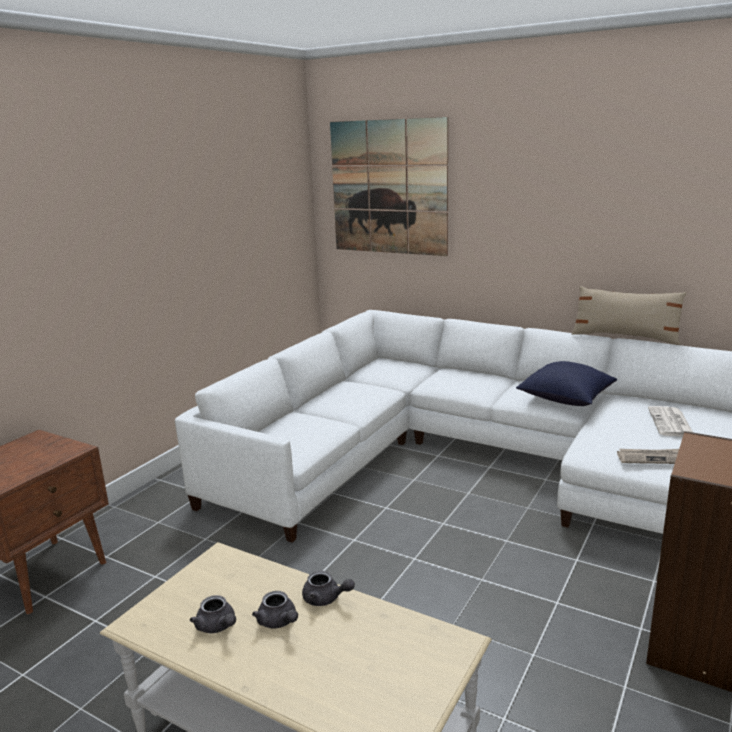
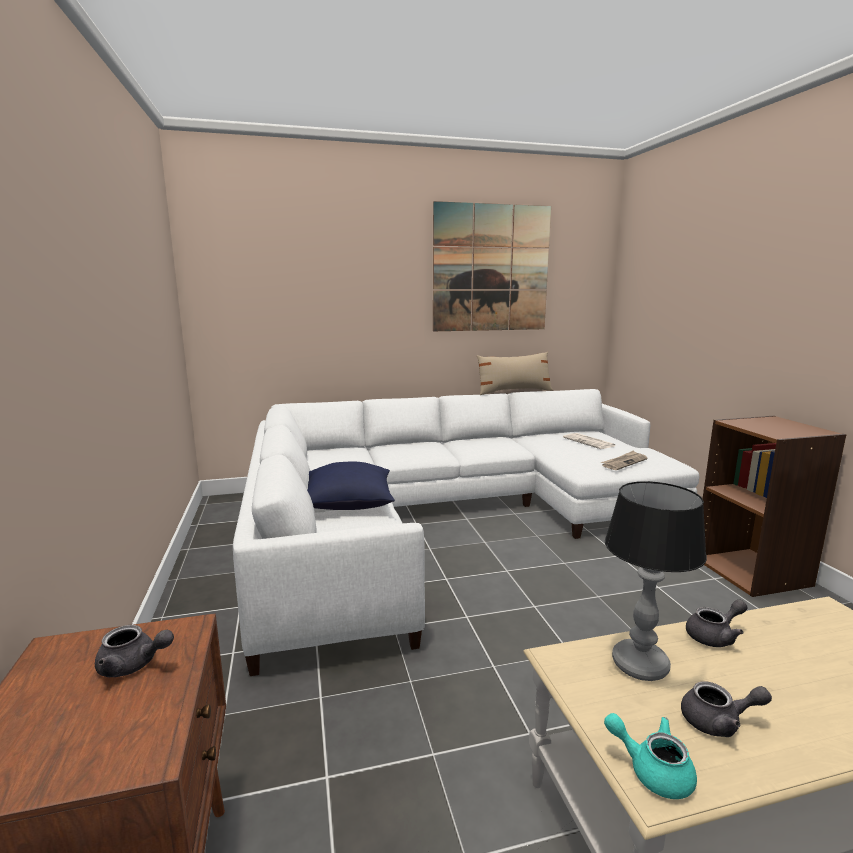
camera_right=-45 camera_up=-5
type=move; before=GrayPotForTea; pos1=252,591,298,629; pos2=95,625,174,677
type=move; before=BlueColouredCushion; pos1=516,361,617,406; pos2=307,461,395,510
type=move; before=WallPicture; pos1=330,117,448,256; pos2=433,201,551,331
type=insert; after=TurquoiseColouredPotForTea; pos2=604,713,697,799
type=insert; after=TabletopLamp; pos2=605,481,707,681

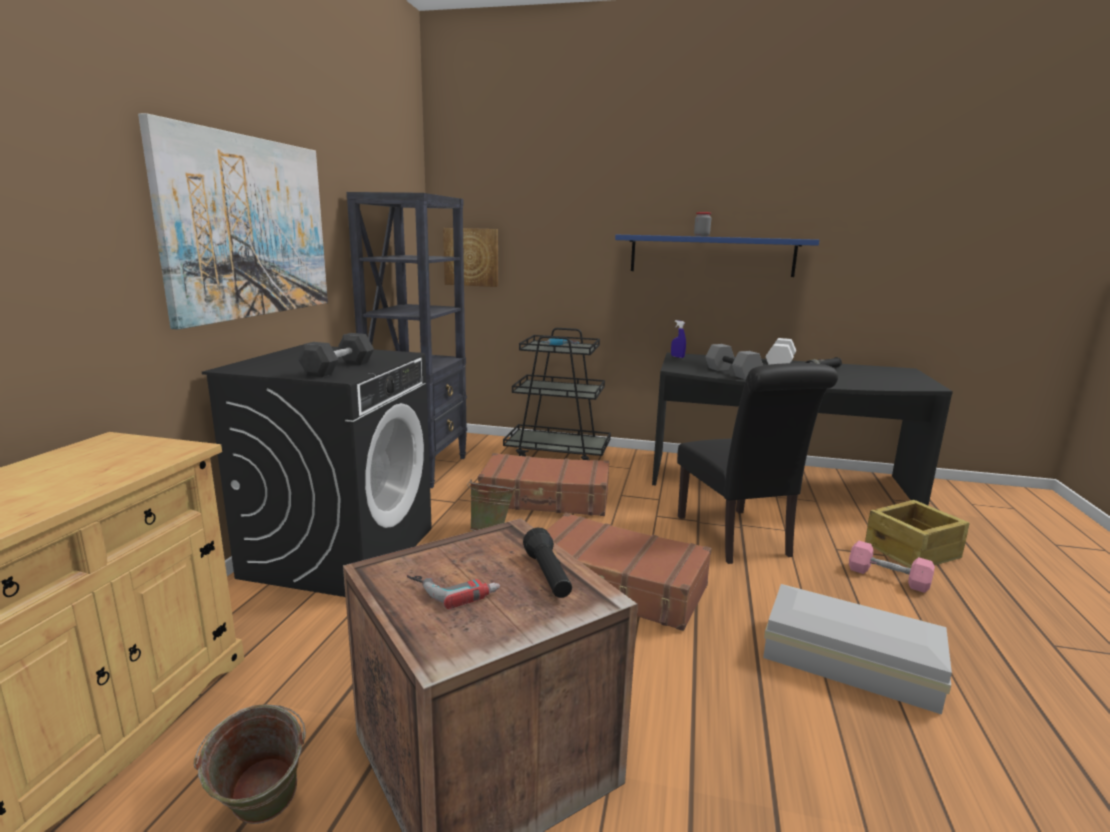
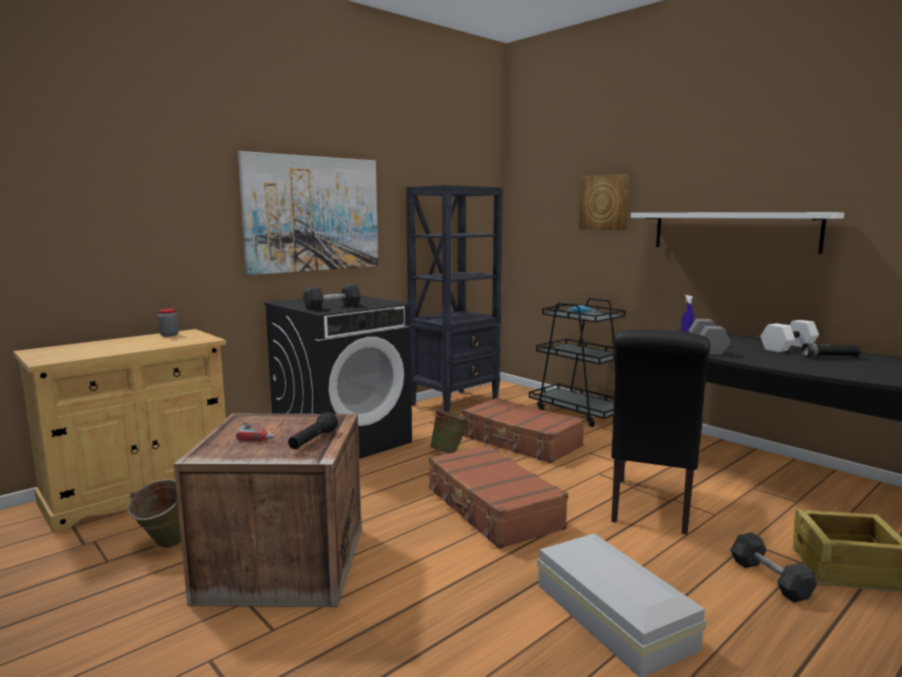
camera_right=35 camera_up=-5
type=move; before=PreserveJar; pos1=694,212,711,236; pos2=158,309,179,337
type=move; before=WallPicture; pos1=443,228,498,287; pos2=579,174,629,230
type=recolor; before=BlueColouredWallShelf; after=WhiteWallShelf; pos1=615,235,819,277; pos2=631,212,844,254
type=recolor; before=PinkFreeWeight; after=GrayFreeWeight; pos1=849,541,935,593; pos2=730,532,817,603

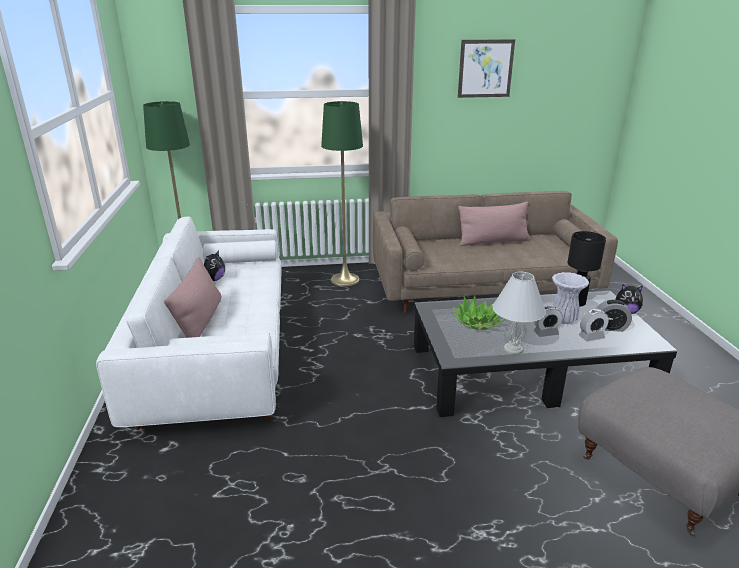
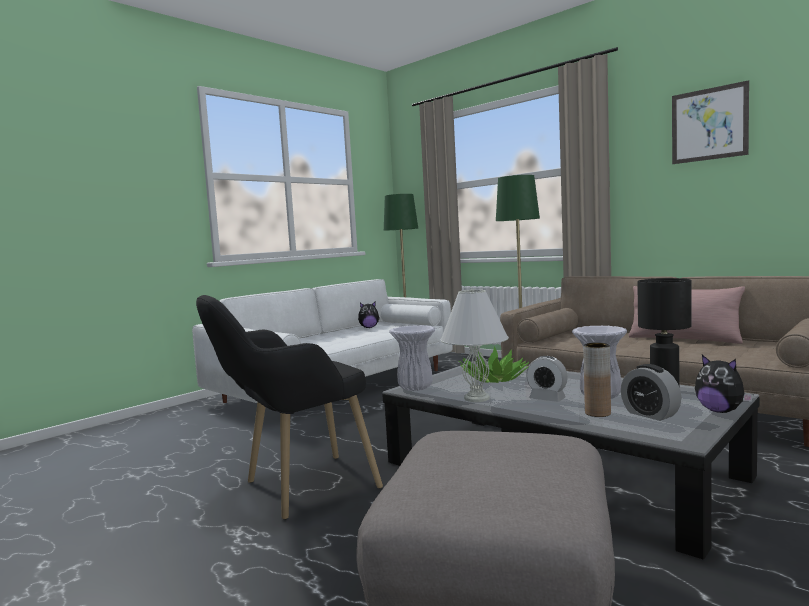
camera_right=50 camera_up=-20
type=insert; after=BlackColouredEasyChair; pos2=196,295,383,520
type=insert; after=WhiteFlowerVase; pos2=389,325,435,391
type=replace; before=TableClock; after=BrownFlowerVase; pos1=579,309,609,341; pos2=583,343,611,417
type=delete; before=PinkCushion; pos1=164,257,221,338

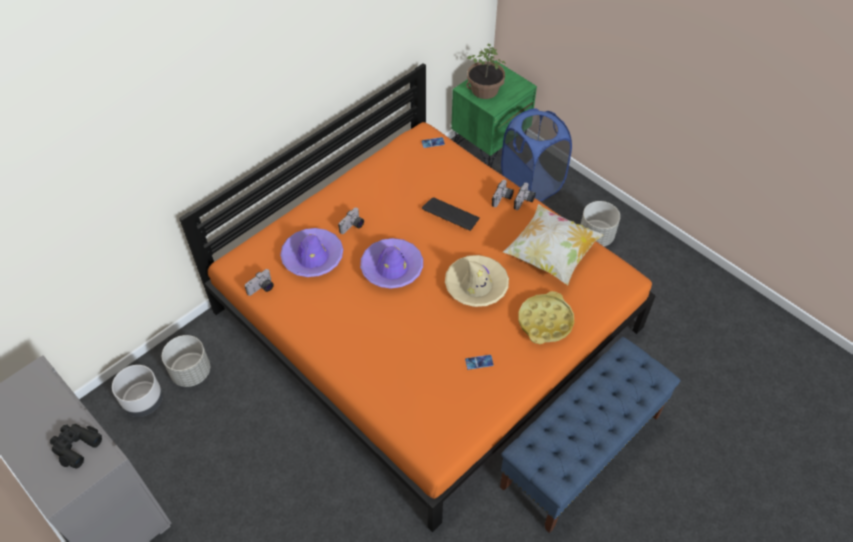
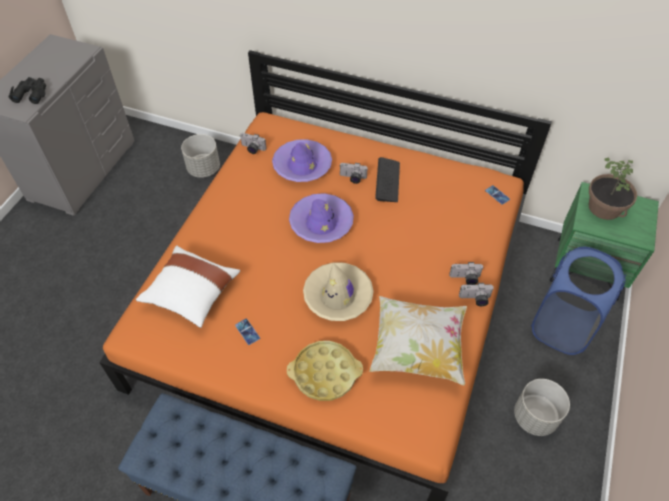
camera_right=65 camera_up=0
type=insert; after=WhiteCushion; pos2=136,245,240,328
type=move; before=ComputerKeyboard; pos1=422,197,480,231; pos2=375,157,400,202
type=delete; before=GrayPlantPot; pos1=112,365,163,417

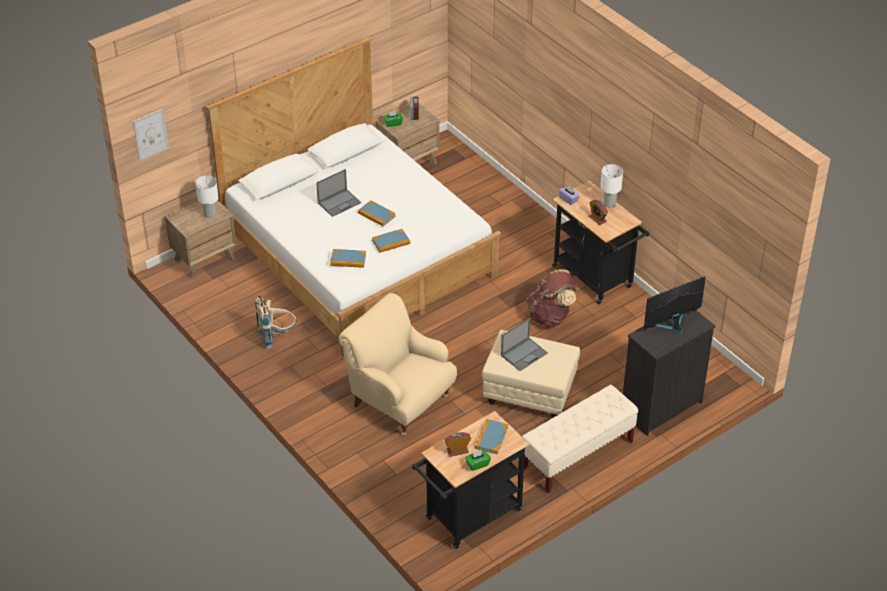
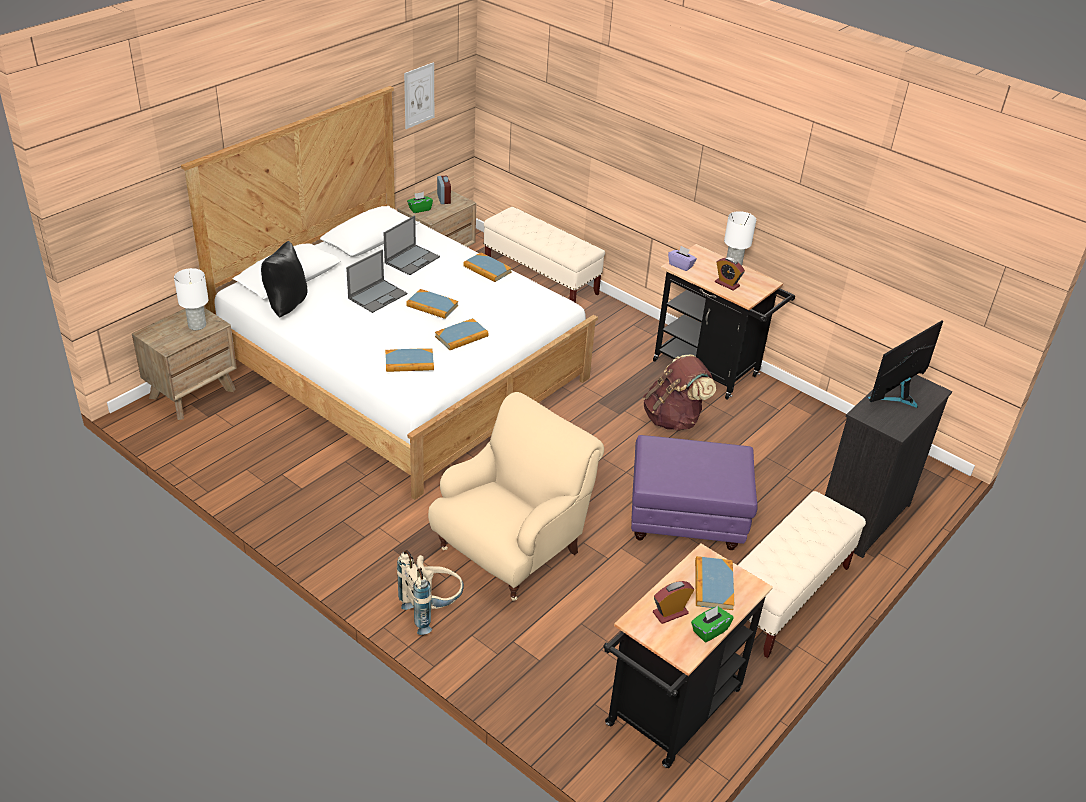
camera_right=-15 camera_up=-5
type=insert; after=BlackColouredCushion; pos2=261,241,307,317
type=move; before=Laptop; pos1=501,318,548,371; pos2=384,215,440,275
type=move; before=BeigeRucksack; pos1=255,296,297,349; pos2=397,550,464,635
type=move; before=WallPicture; pos1=133,109,169,161; pos2=404,62,434,129
type=rotate; before=BeigeEasyChair; pos1=339,293,457,435; pos2=428,392,604,601; turn=105
type=insert; after=BoundBook; pos2=463,252,512,282
type=insert; after=BeigeIndoorBench; pos2=483,207,605,303
type=recolor; before=BeigeOttoman; after=PurpleOttoman; pos1=482,330,580,418; pos2=631,435,758,550

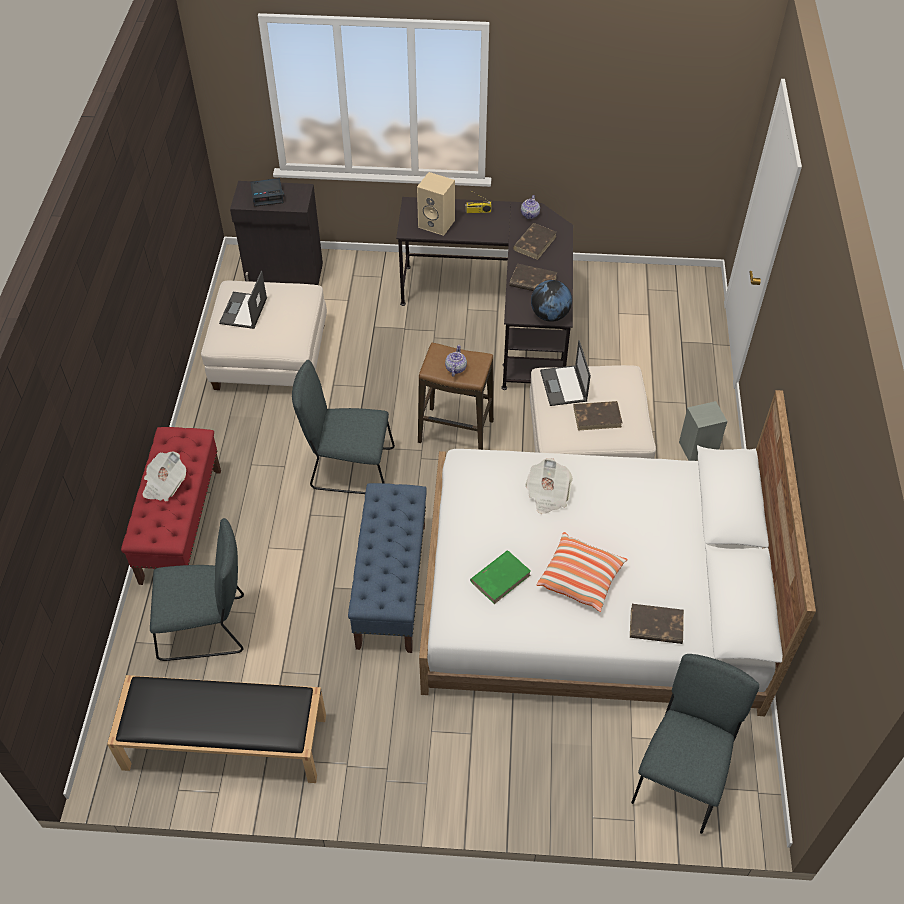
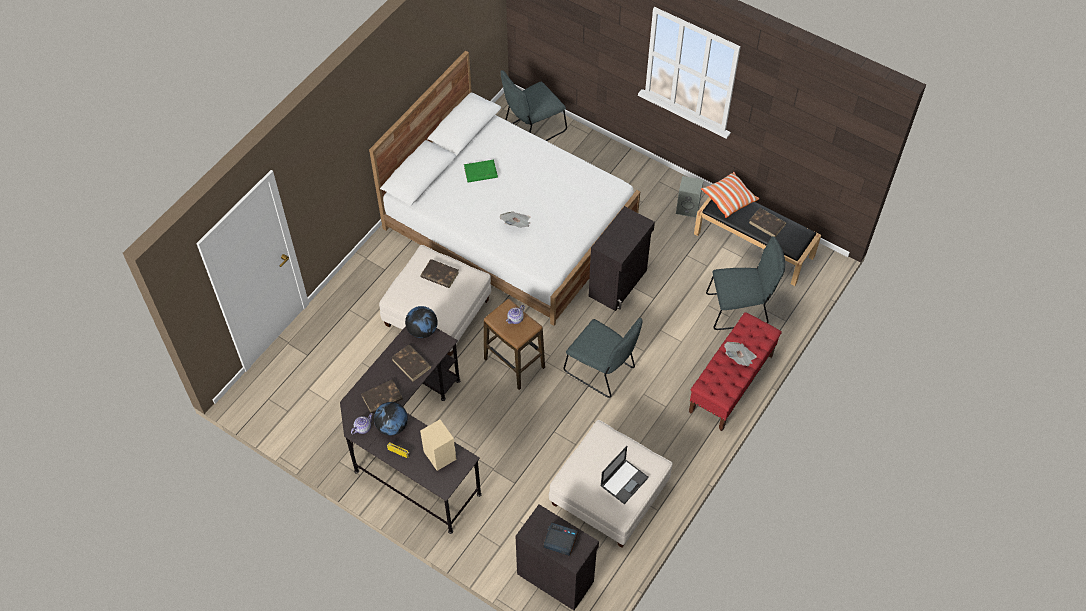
camera_right=-150 camera_up=5
type=insert; after=WorldGlobe; pos2=374,402,408,436
type=move; before=GreenishBoundBook; pos1=470,551,531,604; pos2=464,159,498,183
type=replace; before=BlueColouredIndoorBench; after=BlackColouredCabinet; pos1=348,483,427,653; pos2=589,206,655,311
type=move; before=GrayLoudspeaker; pos1=679,401,727,461; pos2=676,176,704,218
type=move; before=Cushion; pos1=537,532,628,612; pos2=701,172,759,218
type=rotate; before=GrayUprightChair; pos1=150,518,244,661; pos2=706,236,785,330; turn=150
type=move; before=BrownBoundBook; pos1=630,604,684,644; pos2=749,208,786,237
type=delete; before=Laptop; pos1=540,340,591,406

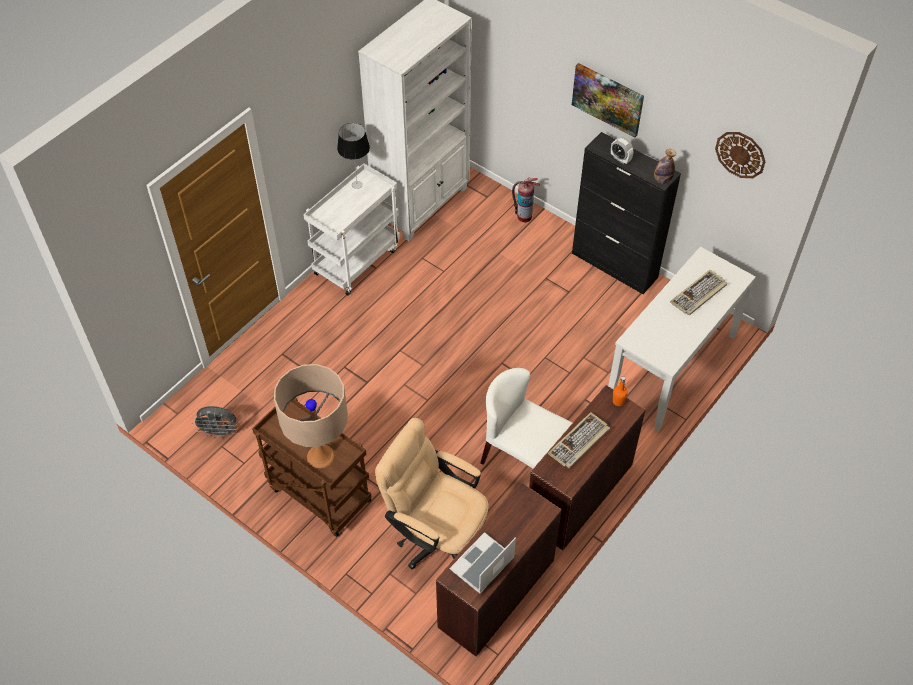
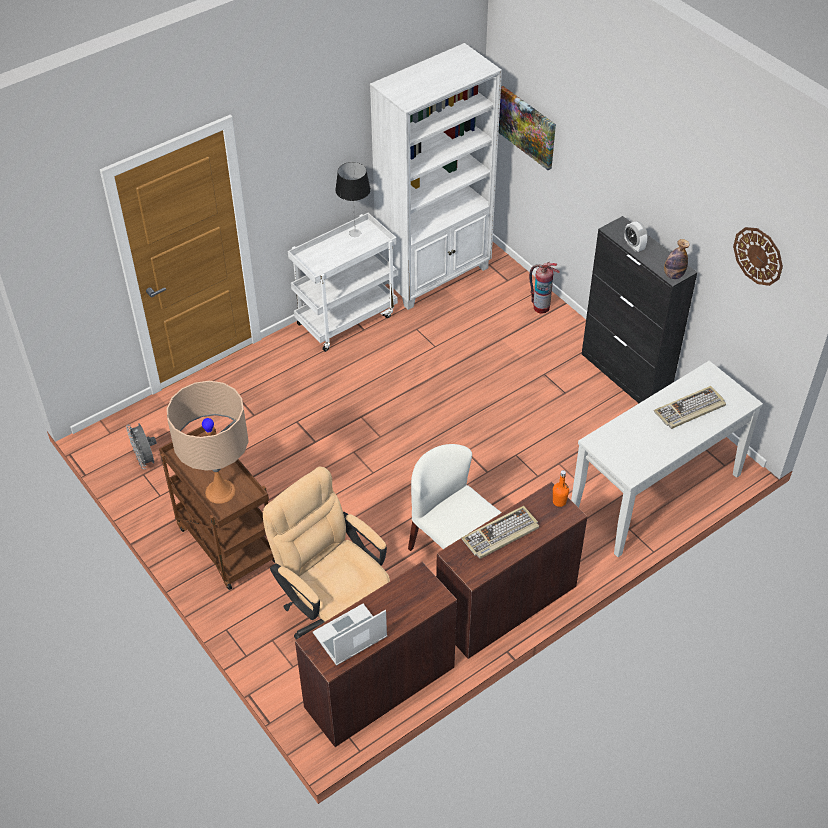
camera_right=15 camera_up=-5
type=rotate; before=GrayElectricFan; pos1=192,406,238,438; pos2=126,423,157,469; turn=45
type=move; before=WallPicture; pos1=572,63,644,138; pos2=499,86,556,170

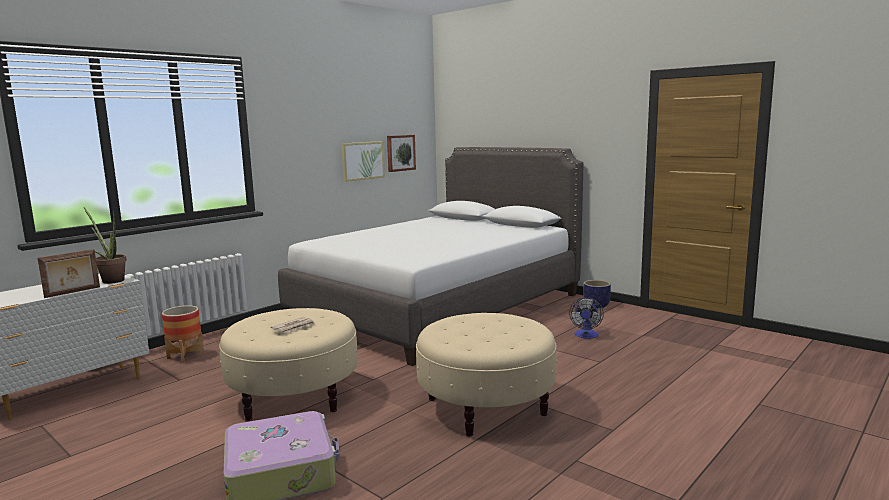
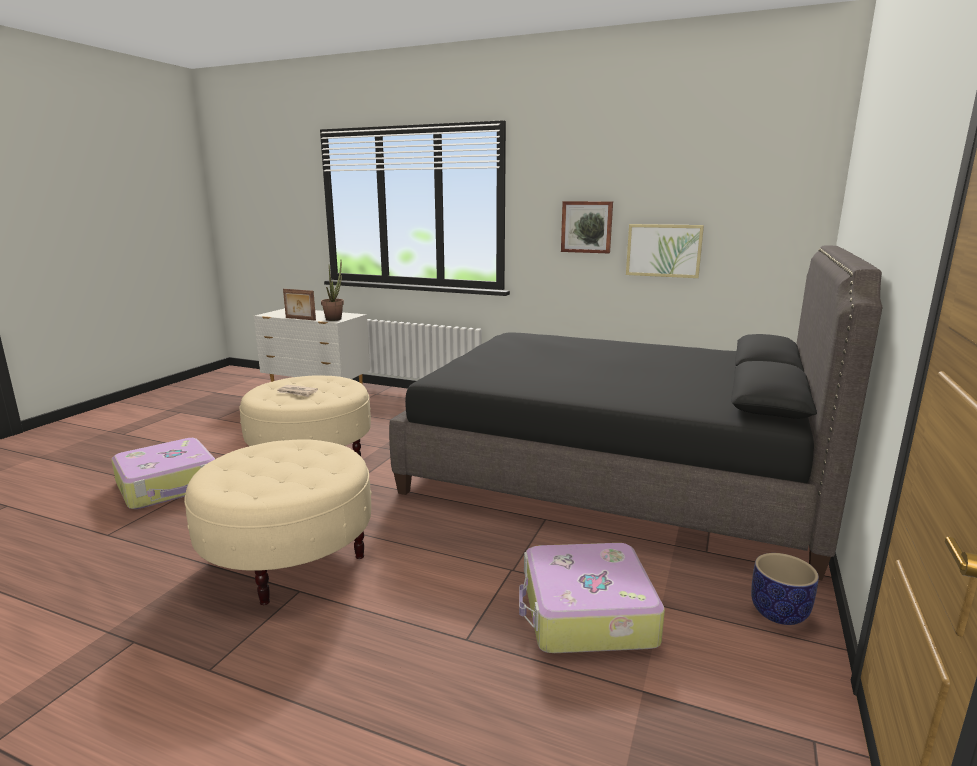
camera_right=70 camera_up=5
type=recolor; before=WhiteBed; after=BlackColouredBed; pos1=278,147,584,366; pos2=389,245,883,580
type=replace; before=ElectricFan; after=Suitcase; pos1=569,297,604,339; pos2=519,543,665,653
type=move; before=WallPicture; pos1=387,135,416,172; pos2=561,201,613,253
type=delete; before=PlantPot; pos1=162,305,204,363

